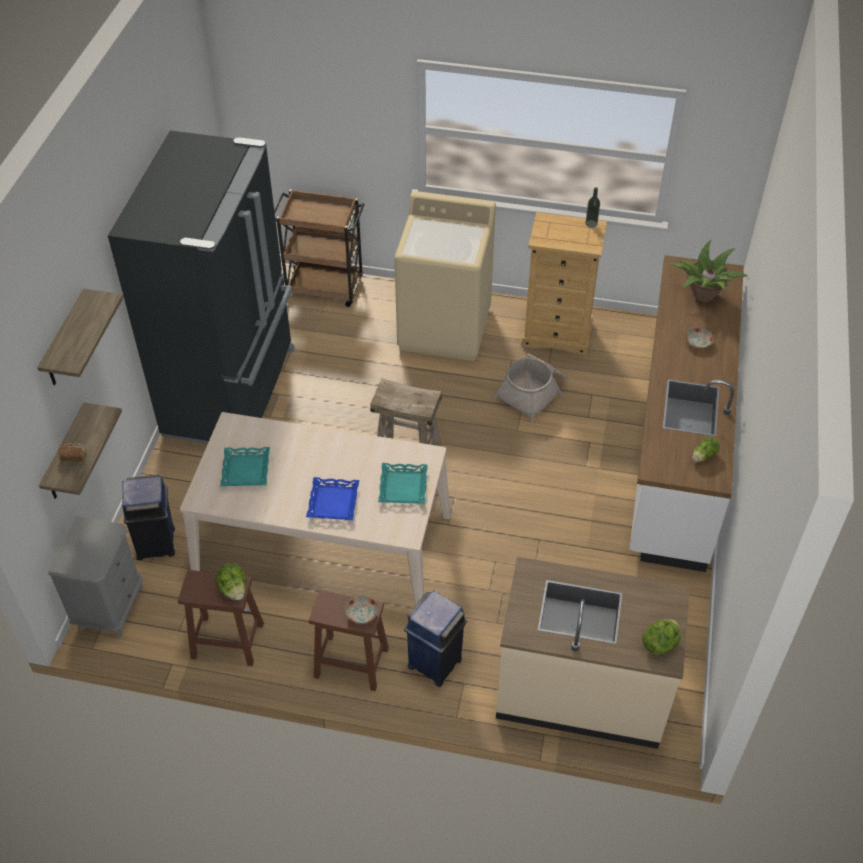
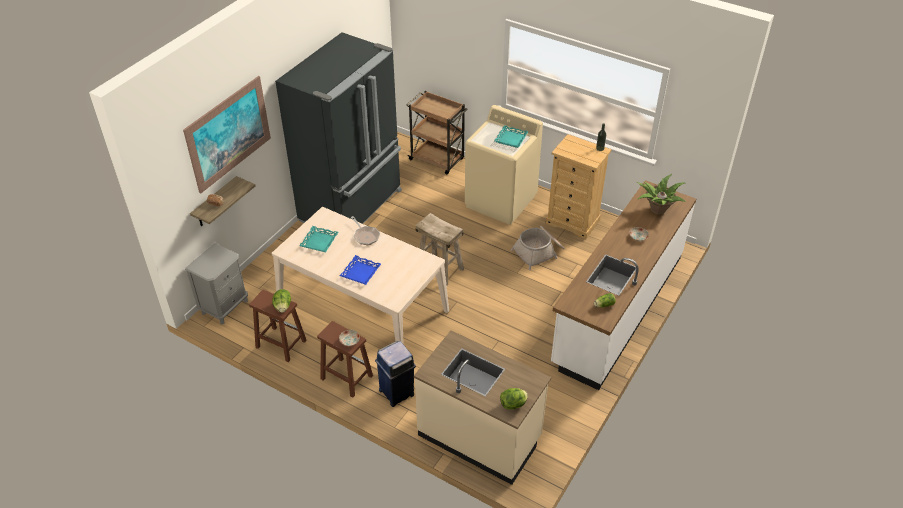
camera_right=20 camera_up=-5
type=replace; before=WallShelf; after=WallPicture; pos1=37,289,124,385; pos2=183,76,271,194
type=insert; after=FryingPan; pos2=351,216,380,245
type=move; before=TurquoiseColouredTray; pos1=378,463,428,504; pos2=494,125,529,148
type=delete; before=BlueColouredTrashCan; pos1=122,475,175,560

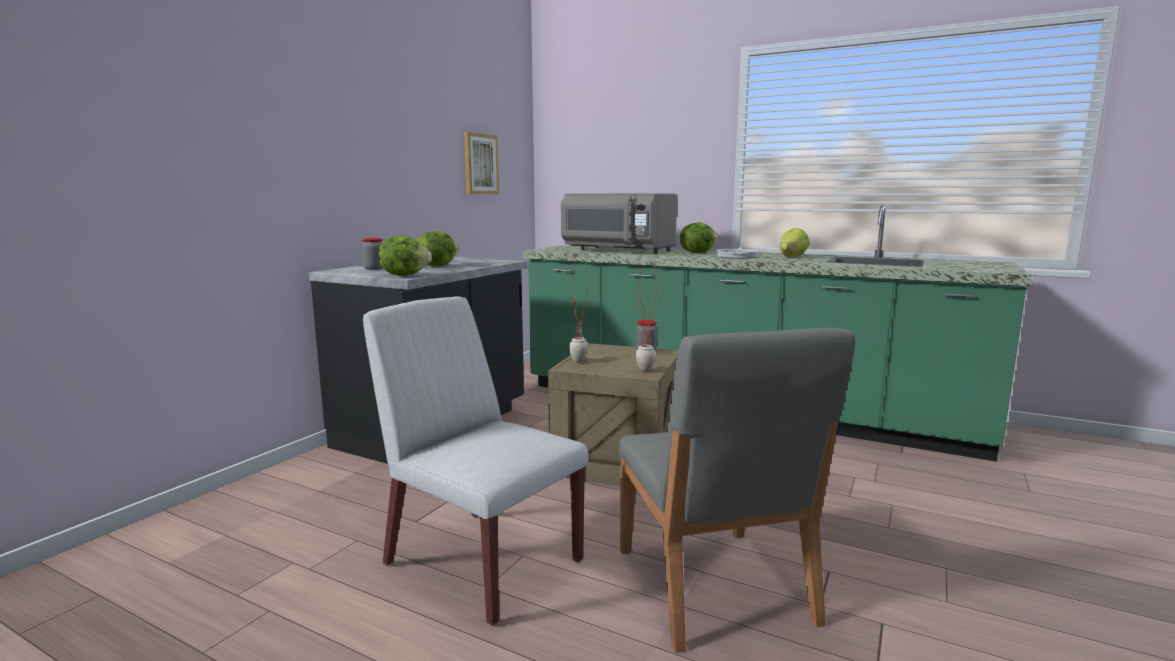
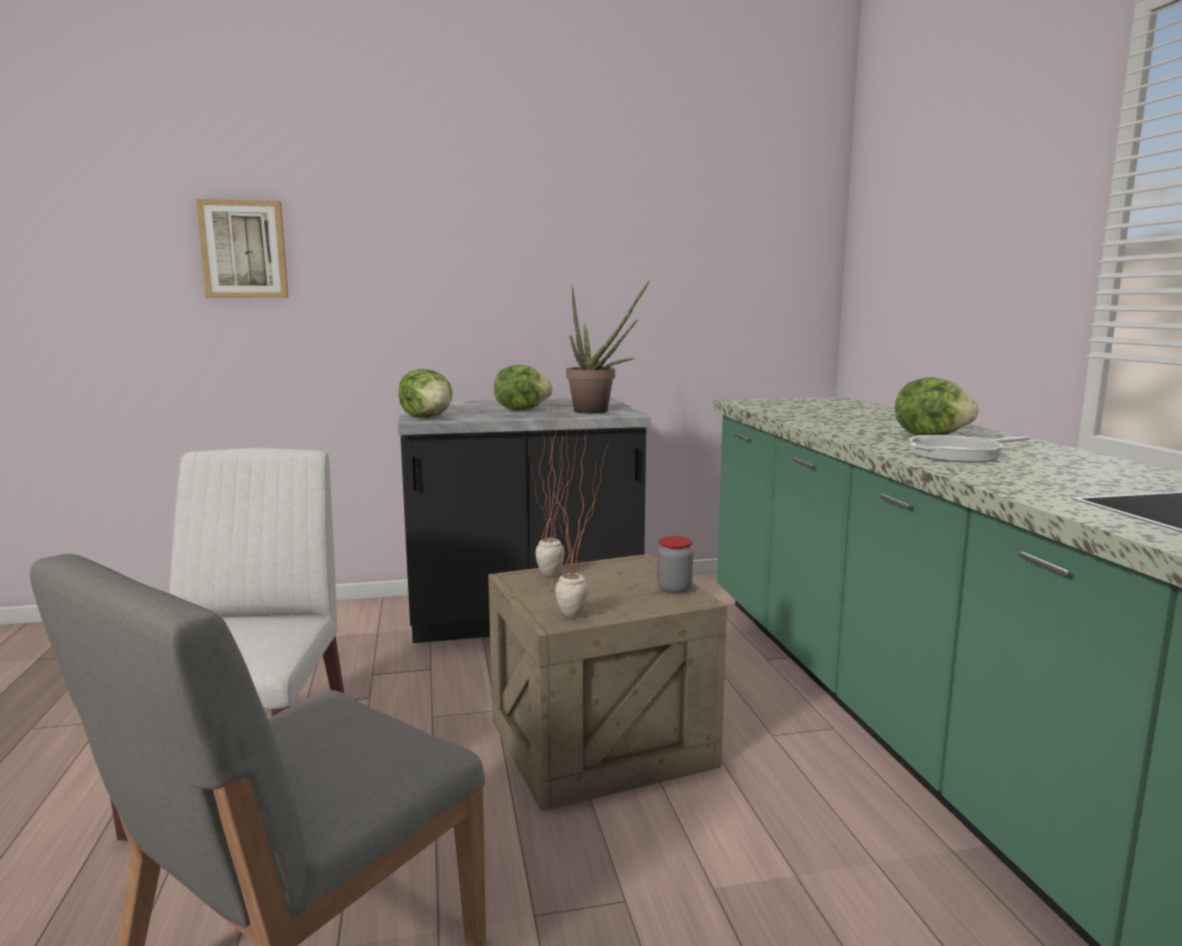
camera_right=50 camera_up=0
type=move; before=WallPicture; pos1=464,132,499,194; pos2=196,199,288,298
type=insert; after=Houseplant; pos2=566,281,649,414
type=delete; before=PreserveJar; pos1=362,238,383,270
type=delete; before=GrayMicrowave; pos1=561,193,677,254
type=delete; before=HeadOfLettuce; pos1=780,228,810,257

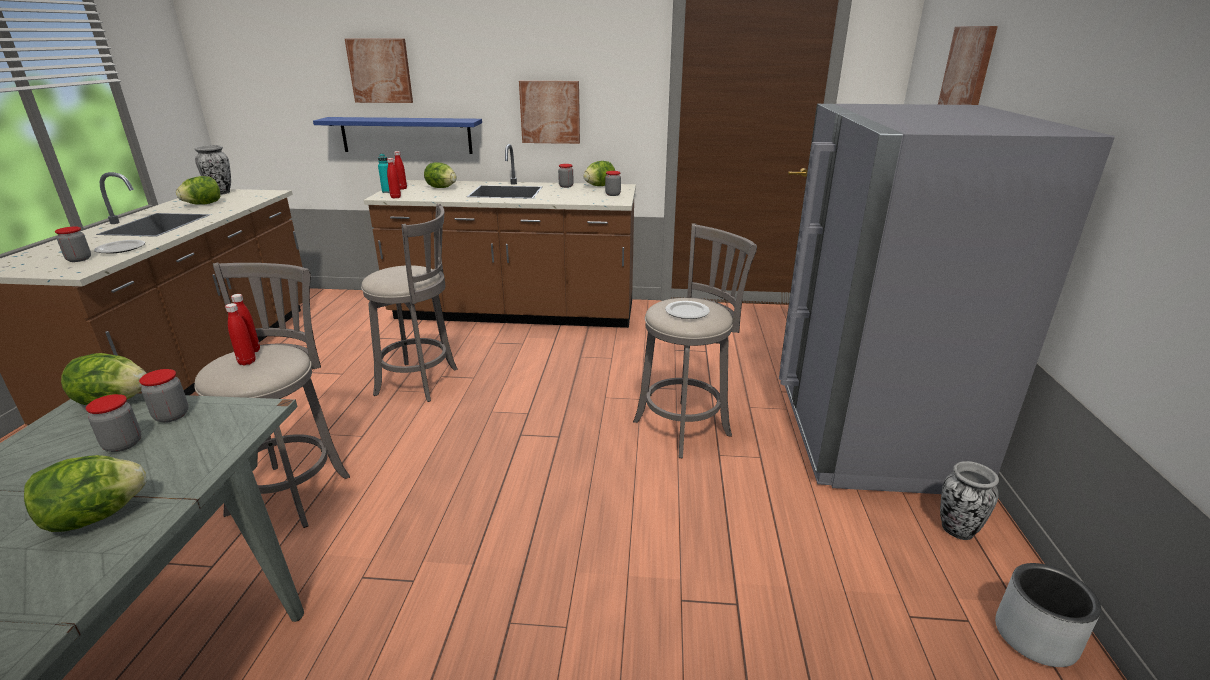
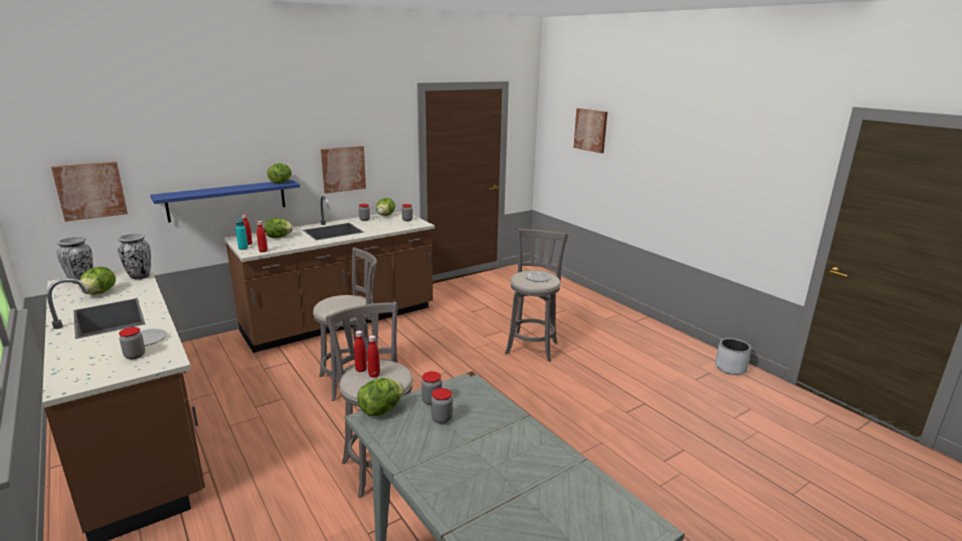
camera_right=-40 camera_up=-5
type=move; before=WallPicture; pos1=345,39,413,103; pos2=51,162,128,222
type=move; before=FlowerVase; pos1=940,461,999,540; pos2=118,233,151,279
type=move; before=HeadOfLettuce; pos1=24,455,146,532; pos2=267,163,291,184
type=delete; before=GrayRefrigerator; pos1=779,104,1115,494

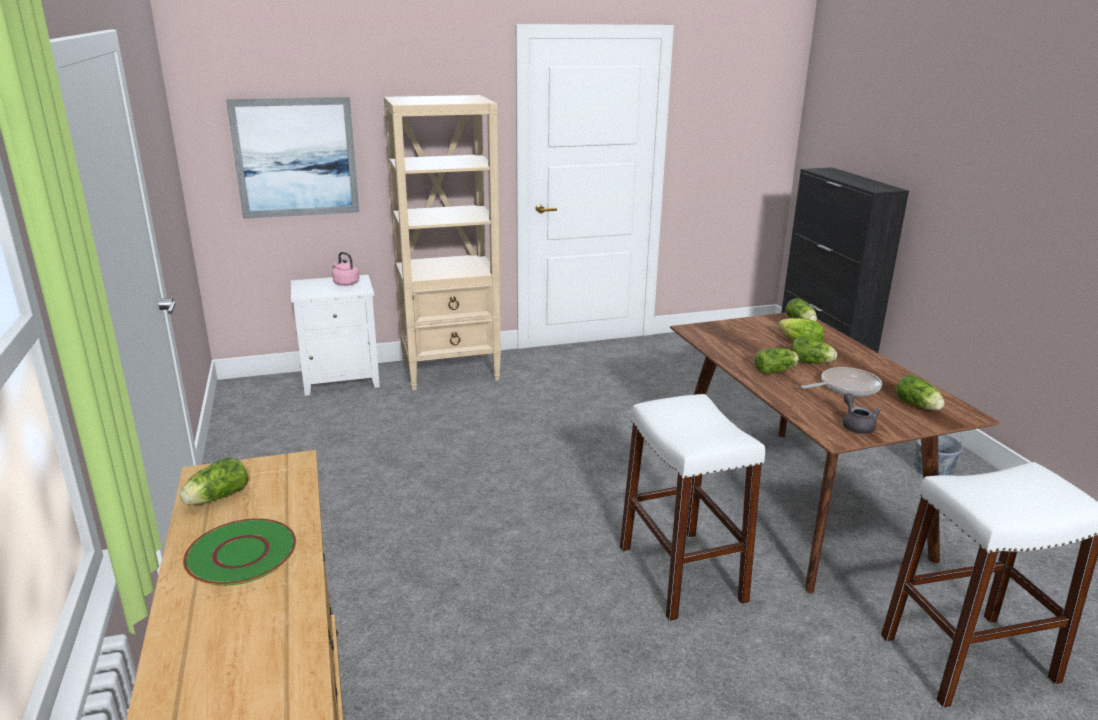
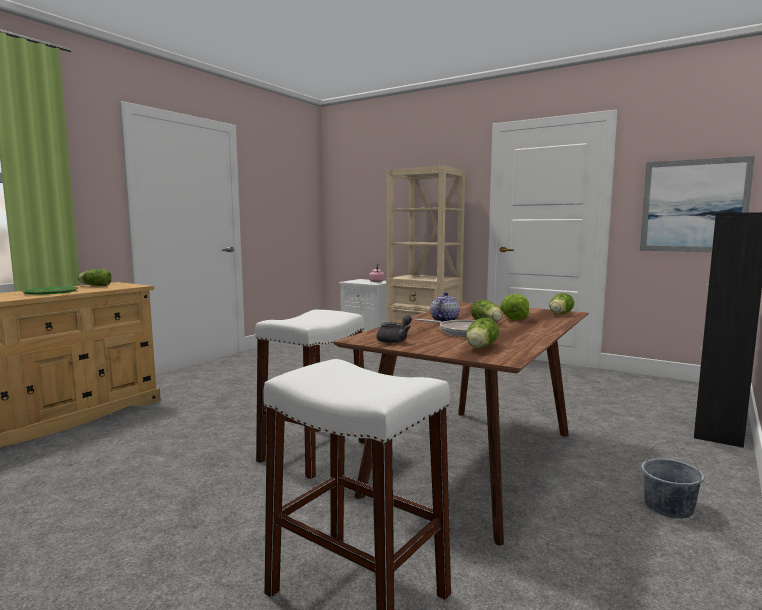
camera_right=50 camera_up=-15
type=replace; before=HeadOfLettuce; after=PotForTea; pos1=754,348,799,374; pos2=430,292,460,322
type=move; before=WallPicture; pos1=226,97,359,219; pos2=640,156,755,252

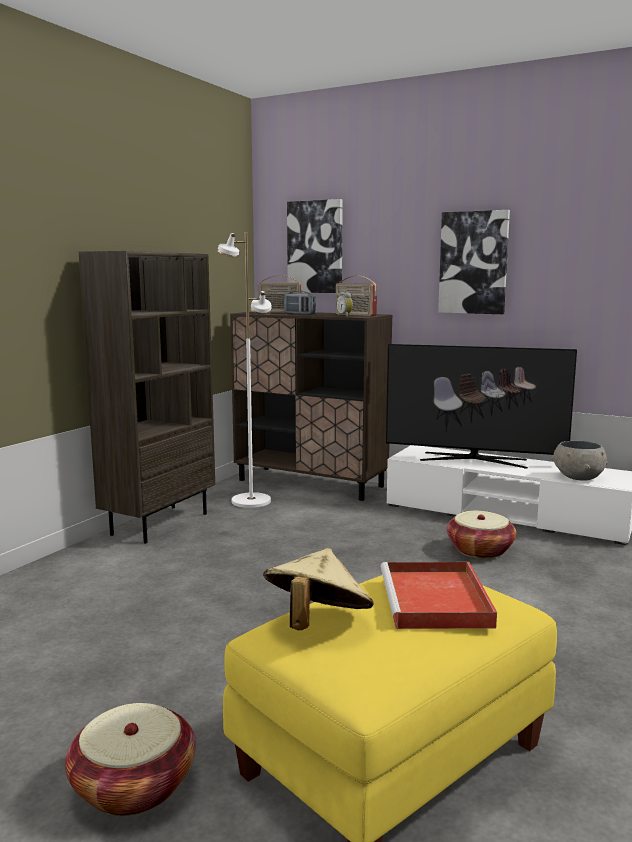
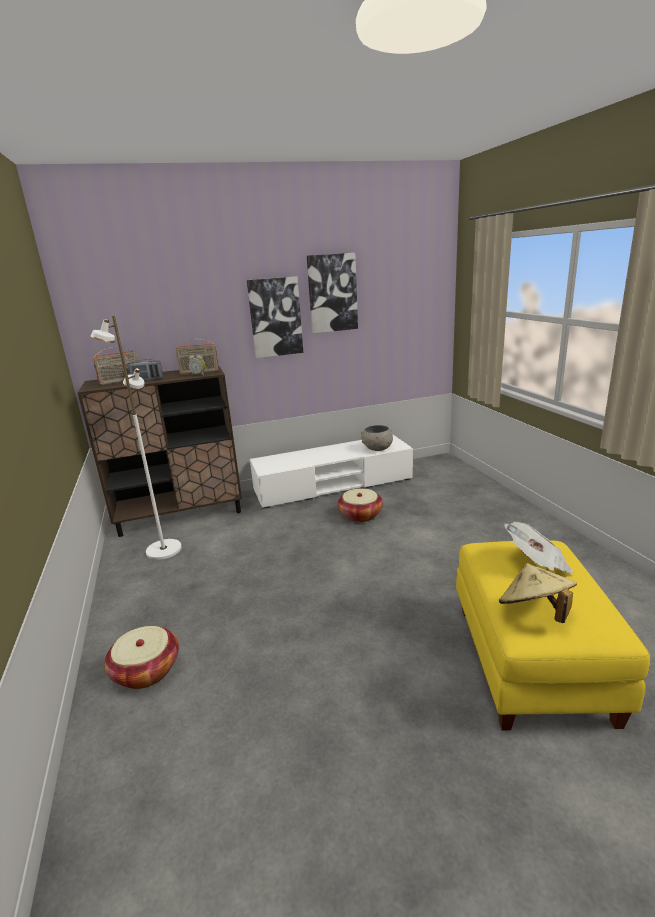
camera_right=-45 camera_up=10
type=move; before=HouseholdBasket; pos1=65,703,196,816; pos2=104,626,179,689
type=move; before=WallPicture; pos1=287,199,343,293; pos2=307,253,358,333
type=replace; before=RedTray; after=Newspaper; pos1=381,562,497,629; pos2=504,522,574,574
type=delete; before=BrownBookshelf; pos1=79,251,215,544
type=delete; before=Tv; pos1=386,344,577,469

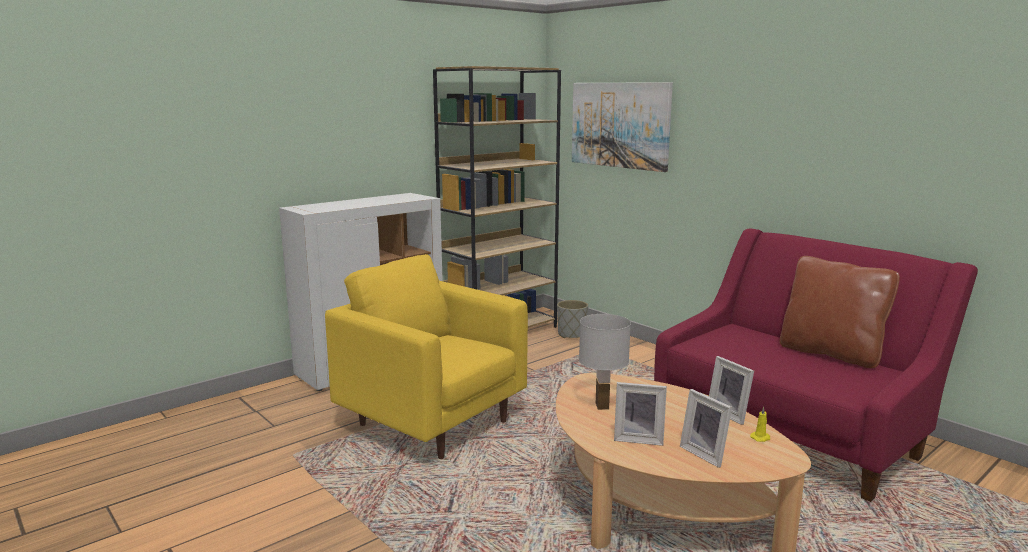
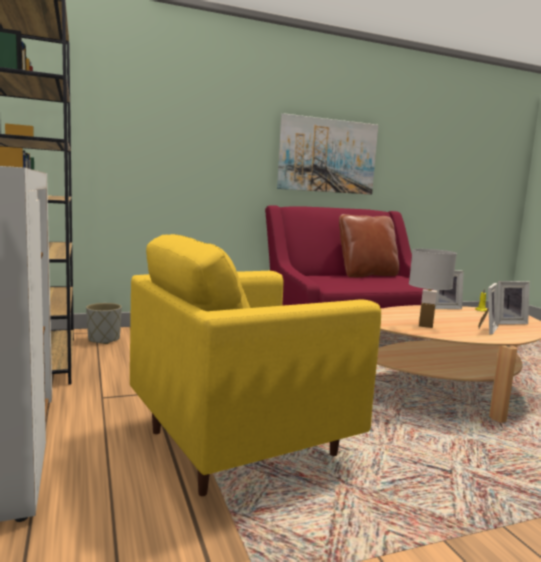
camera_right=-70 camera_up=-5
type=move; before=WallPicture; pos1=572,82,673,172; pos2=277,113,378,195

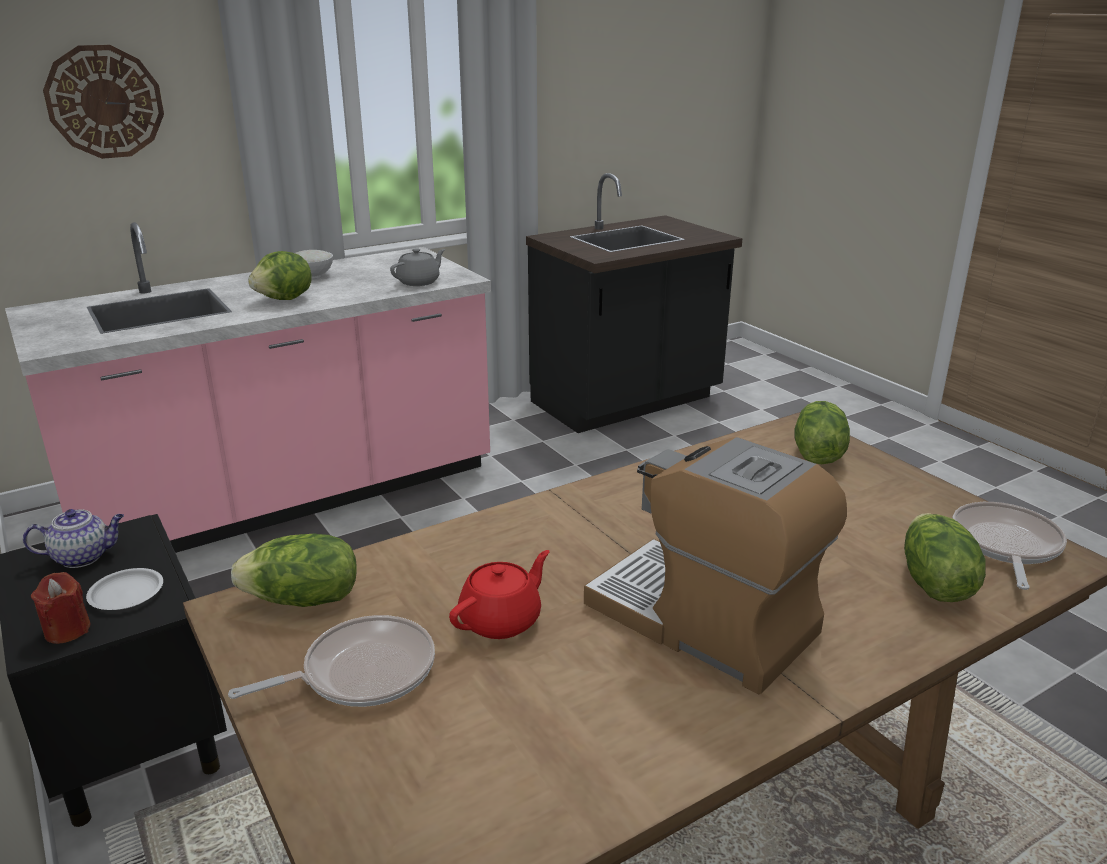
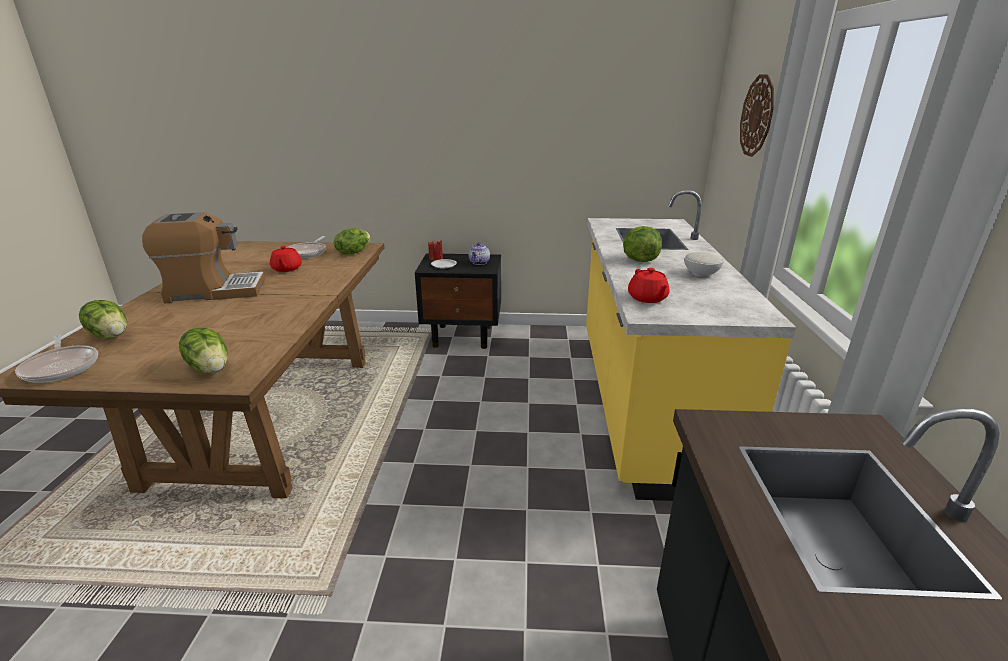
camera_right=125 camera_up=0
type=recolor; before=PinkKitchenBaseUnit; after=YellowColouredKitchenBaseUnit; pos1=5,222,491,553; pos2=586,190,796,501
type=recolor; before=GrayPotForTea; after=RedPotForTea; pos1=390,248,445,286; pos2=628,268,670,303

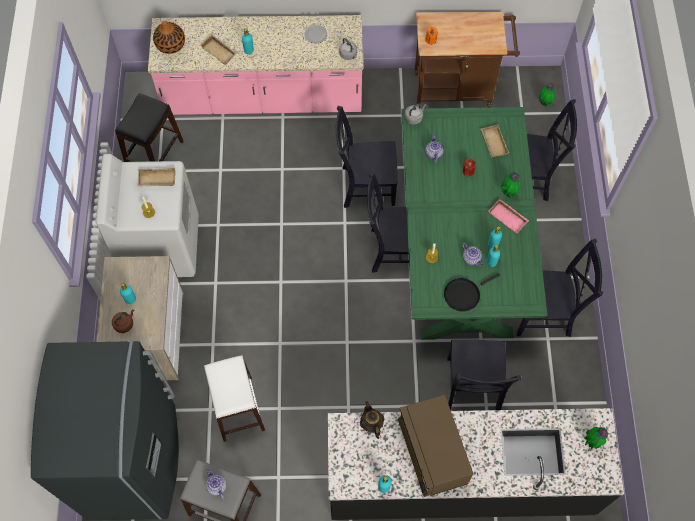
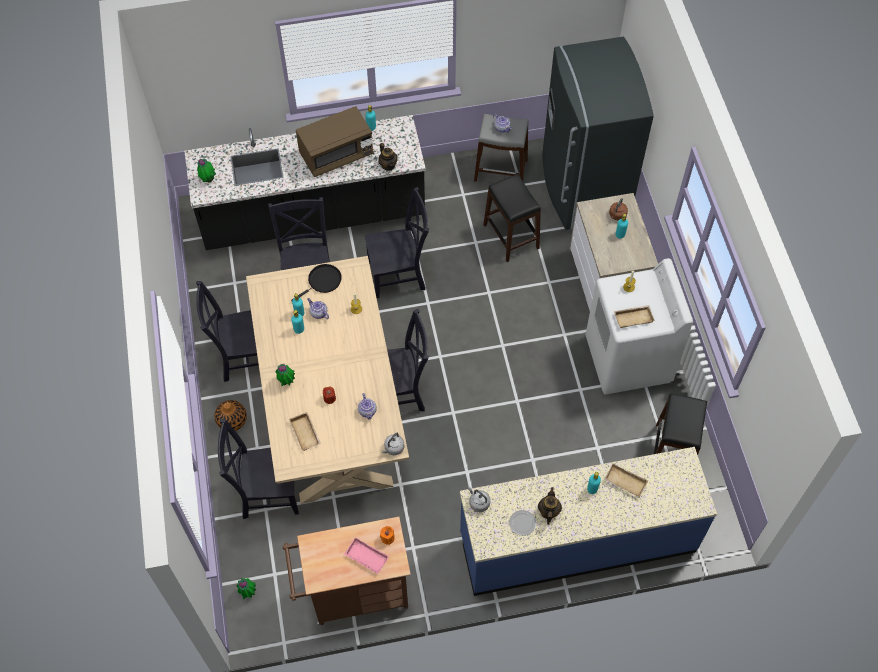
camera_right=170 camera_up=-5
type=move; before=FlowerVase; pos1=153,21,185,54; pos2=215,400,247,431
type=recolor; before=GreenishKitchenTable; after=BeigeKitchenTable; pos1=401,107,548,340; pos2=246,256,409,504
type=rotate; before=BrownMicrowave; pos1=398,395,473,497; pos2=296,106,374,177; turn=90
type=move; before=PinkTray; pos1=488,199,529,234; pos2=344,537,389,574
type=move; before=BlackColouredUprightChair; pos1=336,106,398,208; pos2=365,187,429,298
type=recolor; before=PinkKitchenBaseUnit; after=BlueColouredKitchenBaseUnit; pos1=148,15,363,115; pos2=460,447,717,596
type=recolor; before=WhiteSittingStool; after=BlackColouredSittingStool; pos1=204,355,265,442; pos2=483,174,541,262
type=insert; after=PotForTea; pos2=538,487,562,525

